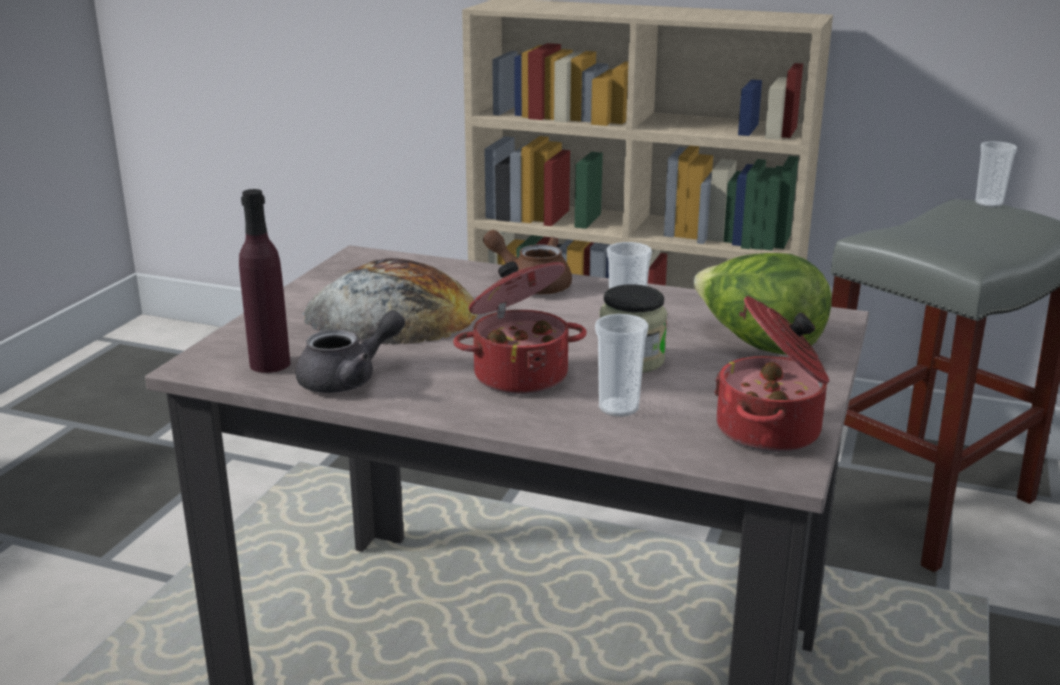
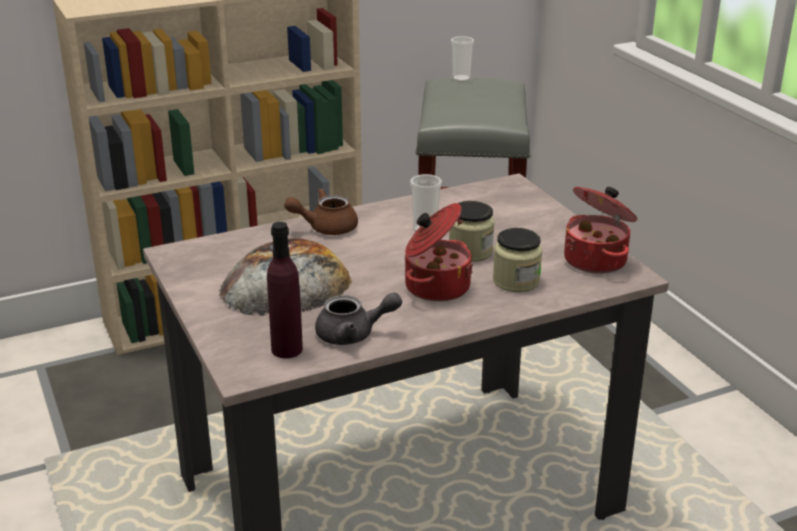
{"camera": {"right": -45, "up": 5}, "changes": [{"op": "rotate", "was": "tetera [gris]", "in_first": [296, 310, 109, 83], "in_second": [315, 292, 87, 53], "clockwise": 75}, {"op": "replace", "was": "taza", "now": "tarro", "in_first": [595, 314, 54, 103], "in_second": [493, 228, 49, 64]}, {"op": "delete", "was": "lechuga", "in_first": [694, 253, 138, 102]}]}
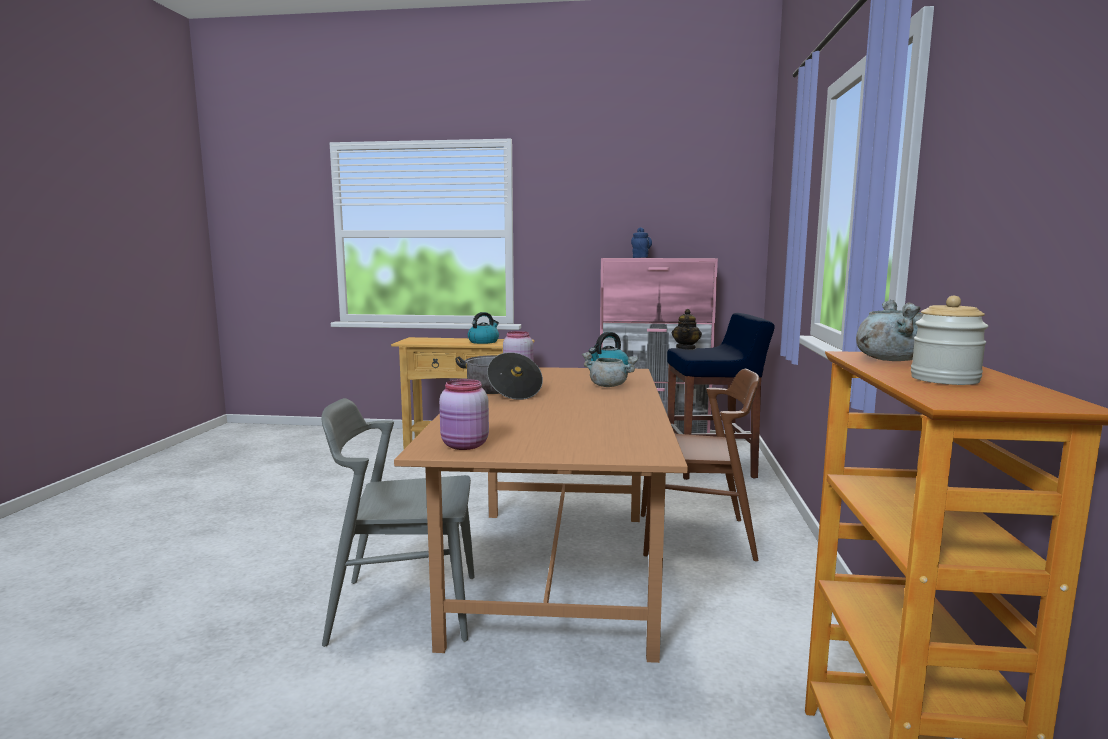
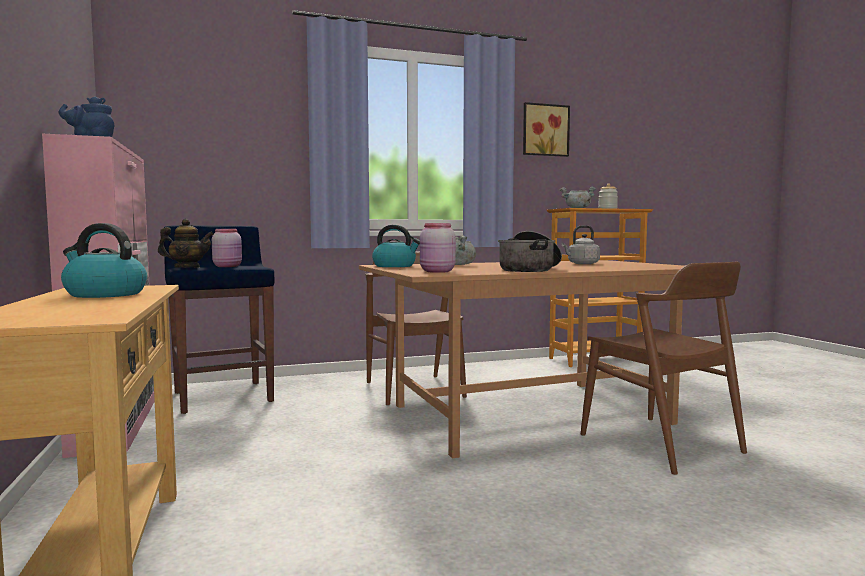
{"camera": {"right": -115, "up": -5}, "changes": [{"op": "move", "was": "tarro [rosa]", "in_first": [439, 379, 50, 71], "in_second": [212, 229, 30, 38]}, {"op": "insert", "now": "cuadro", "in_second": [523, 102, 47, 55]}, {"op": "insert", "now": "hervidor [gris]", "in_second": [561, 225, 39, 39]}, {"op": "recolor", "was": "silla [gris]", "now": "silla [marrón]", "in_first": [322, 398, 153, 249], "in_second": [581, 262, 166, 213]}]}
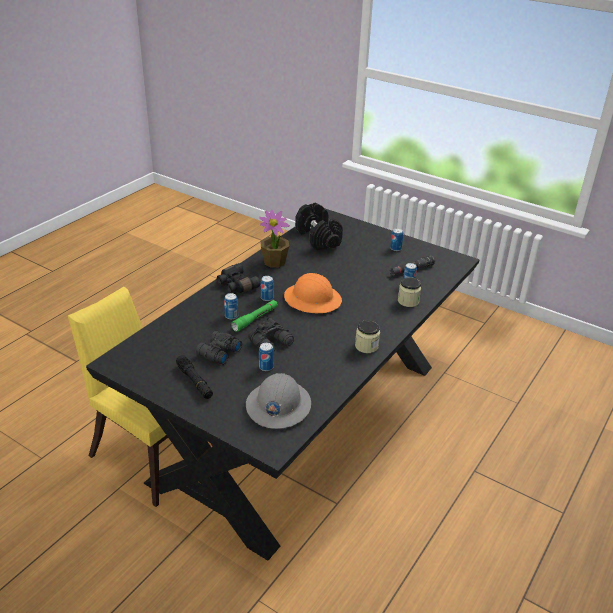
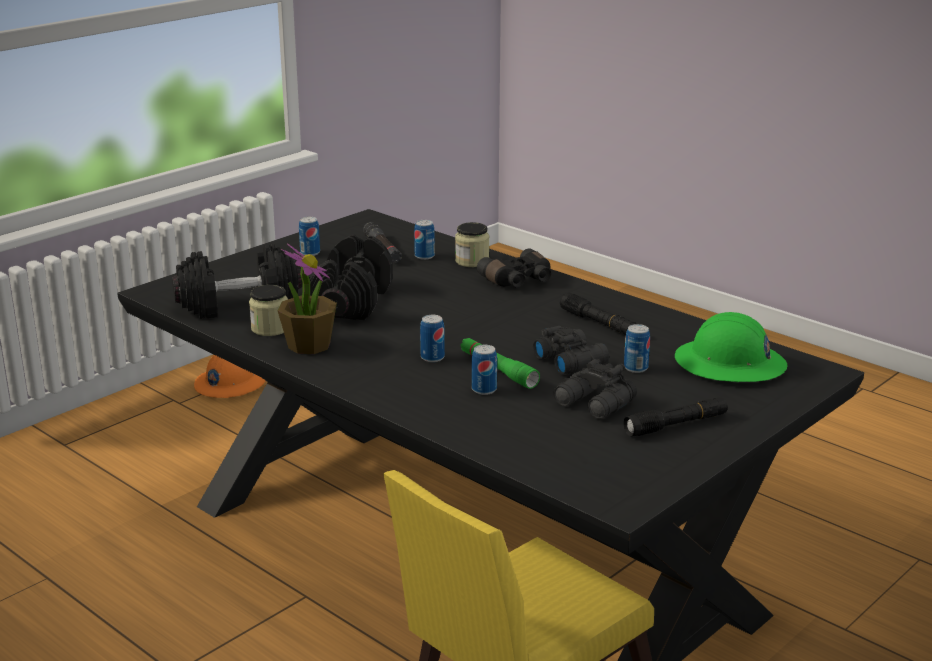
{"camera": {"right": -80, "up": -10}, "changes": [{"op": "move", "was": "casco [naranja]", "in_first": [284, 273, 58, 41], "in_second": [194, 355, 72, 43]}, {"op": "move", "was": "tarro", "in_first": [355, 320, 25, 33], "in_second": [249, 285, 39, 51]}, {"op": "insert", "now": "mancuerna [negro]", "in_second": [310, 235, 83, 86]}, {"op": "move", "was": "prismáticos [negro]", "in_first": [217, 263, 43, 30], "in_second": [477, 248, 74, 40]}, {"op": "insert", "now": "linterna [negro]", "in_second": [560, 293, 76, 42]}, {"op": "recolor", "was": "casco [gris]", "now": "casco [verde]", "in_first": [246, 373, 65, 56], "in_second": [675, 312, 112, 70]}]}
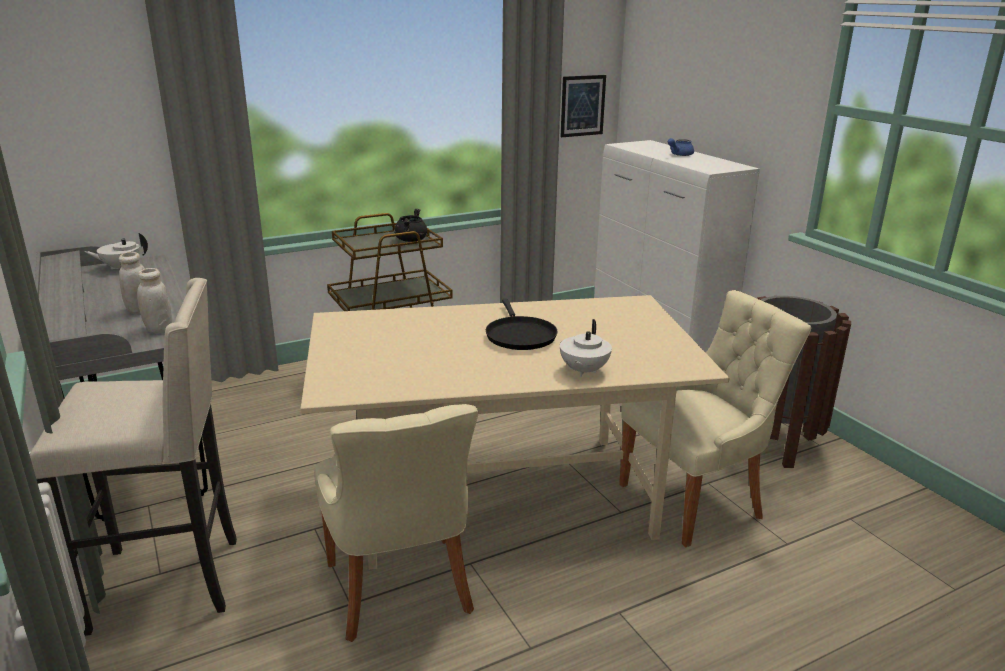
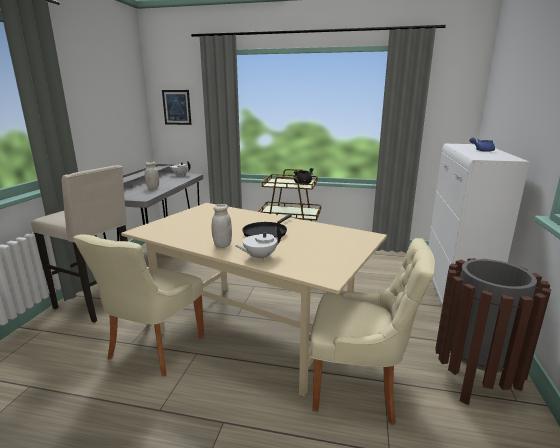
{"camera": {"right": 40, "up": -5}, "changes": [{"op": "move", "was": "cuadro", "in_first": [561, 75, 45, 62], "in_second": [162, 90, 30, 35]}, {"op": "move", "was": "tarro [blanco]", "in_first": [137, 268, 35, 65], "in_second": [212, 204, 20, 44]}]}
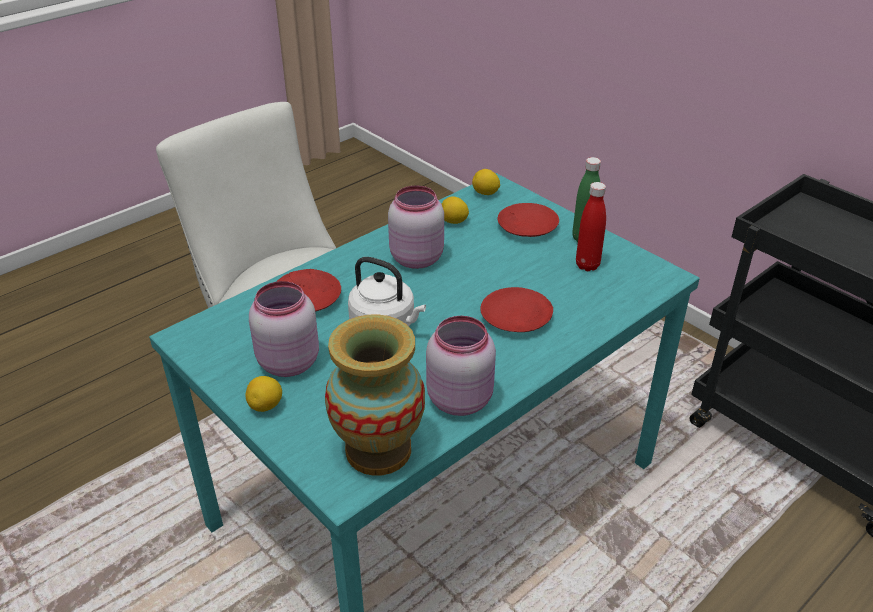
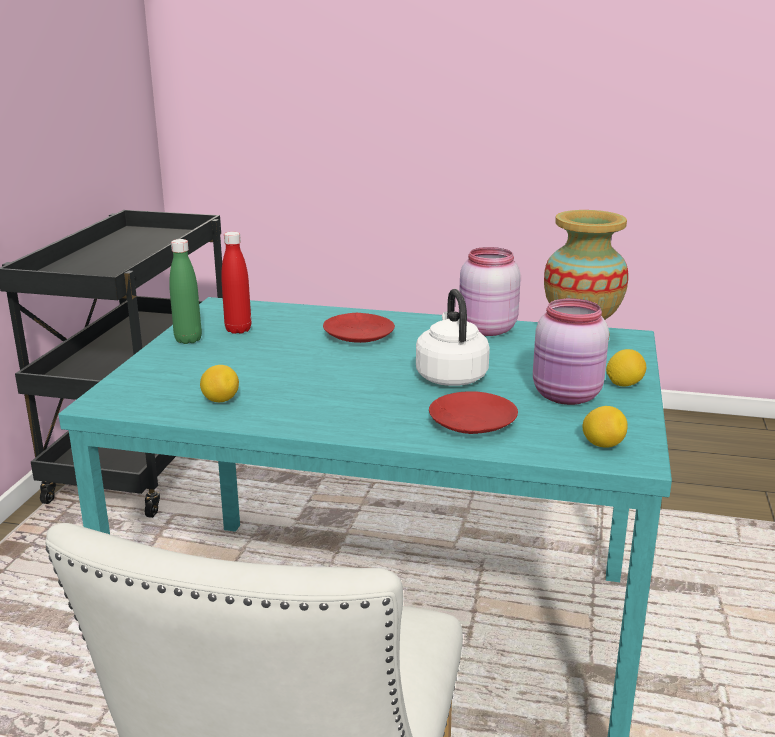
{"camera": {"right": -125, "up": -15}, "changes": [{"op": "move", "was": "limón", "in_first": [472, 169, 28, 26], "in_second": [583, 406, 45, 42]}, {"op": "delete", "was": "tarro [rosa]", "in_first": [388, 185, 56, 84]}, {"op": "delete", "was": "plato [rojo]", "in_first": [498, 203, 61, 34]}]}
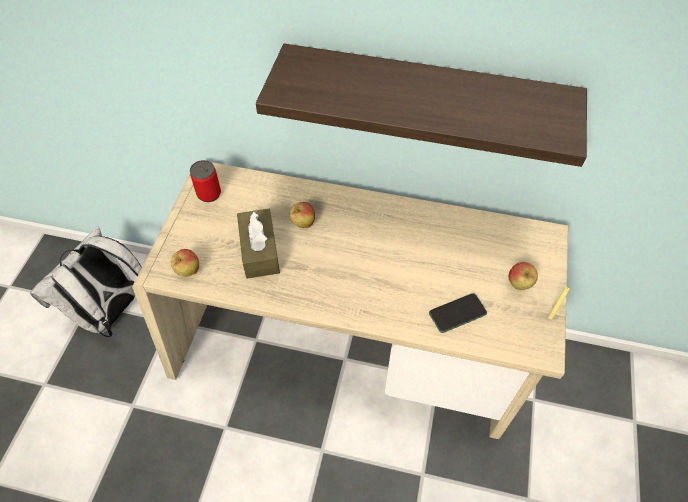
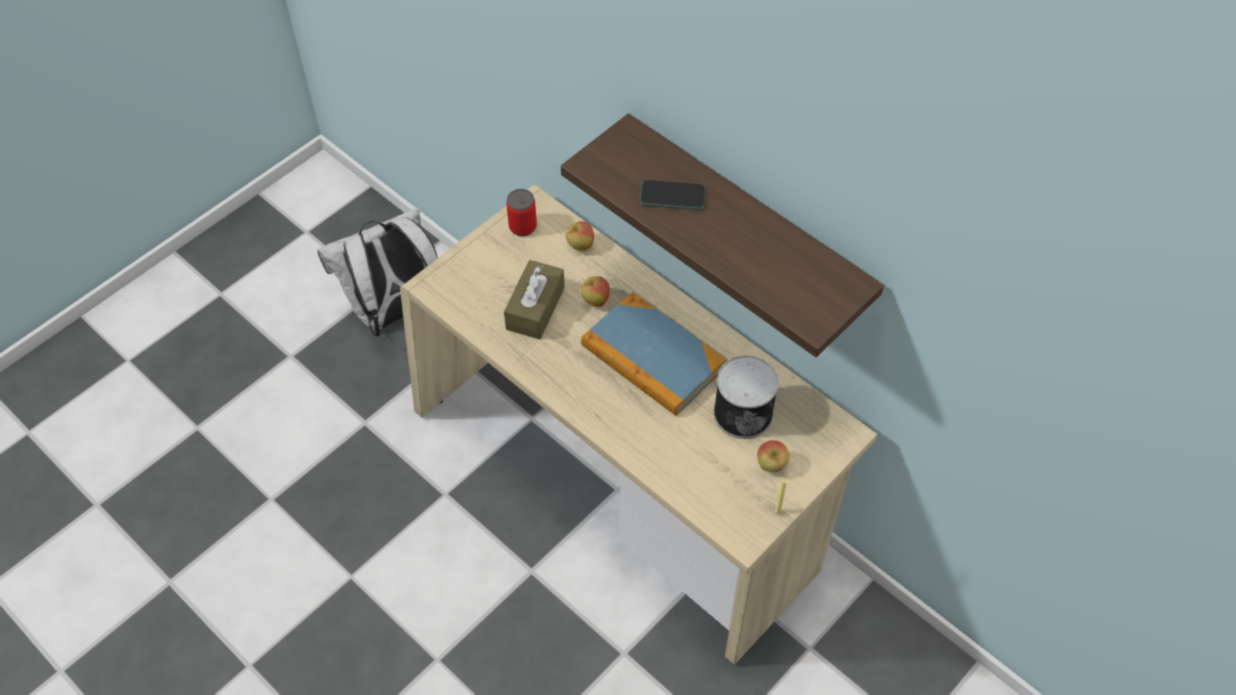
{"camera": {"right": 30, "up": 0}, "changes": [{"op": "move", "was": "manzana", "in_first": [171, 249, 28, 27], "in_second": [566, 221, 28, 30]}, {"op": "insert", "now": "libro", "in_second": [581, 292, 145, 124]}, {"op": "move", "was": "móvil", "in_first": [429, 293, 58, 40], "in_second": [640, 180, 66, 30]}, {"op": "insert", "now": "lata", "in_second": [713, 355, 66, 84]}]}
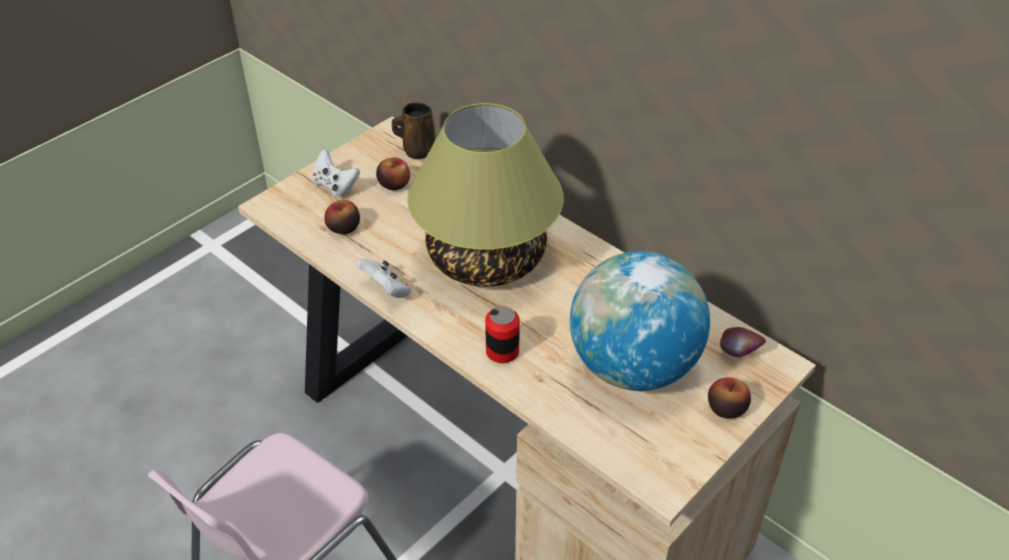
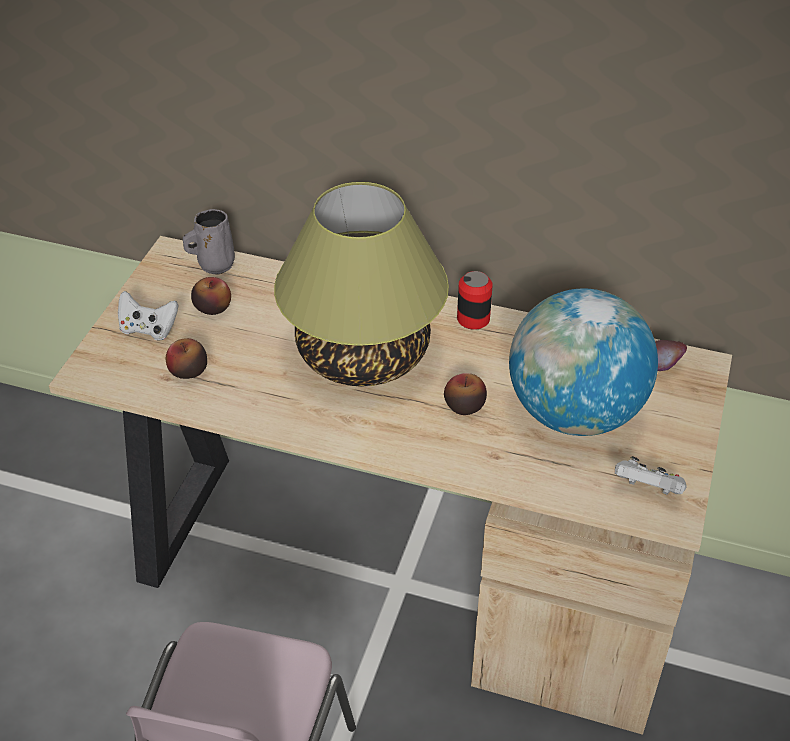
{"camera": {"right": -25, "up": 0}, "changes": [{"op": "recolor", "was": "taza grande [marrón]", "now": "taza grande [gris]", "in_first": [392, 103, 43, 56], "in_second": [183, 209, 52, 65]}, {"op": "move", "was": "manzana", "in_first": [708, 377, 43, 42], "in_second": [444, 373, 43, 42]}, {"op": "move", "was": "lata", "in_first": [485, 306, 35, 57], "in_second": [457, 271, 36, 59]}, {"op": "move", "was": "mando de consola [blanco]", "in_first": [356, 259, 55, 39], "in_second": [615, 456, 71, 39]}]}
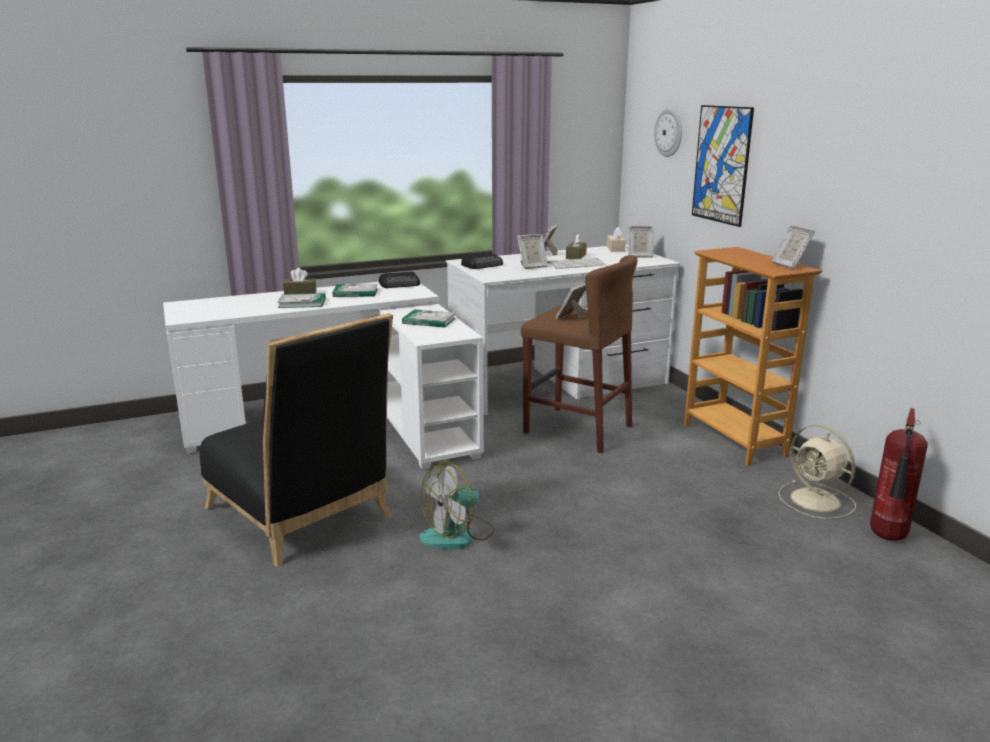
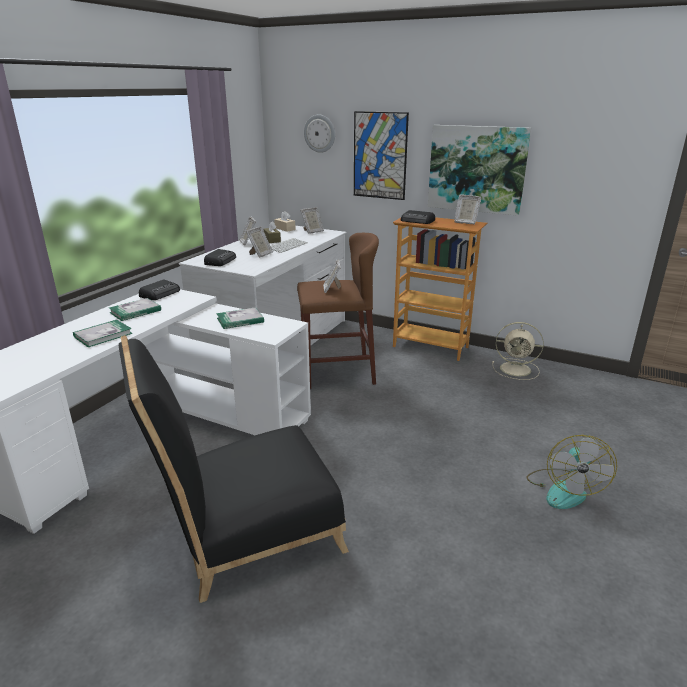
{"camera": {"right": -40, "up": 5}, "changes": [{"op": "rotate", "was": "silla [negro]", "in_first": [200, 313, 193, 254], "in_second": [119, 335, 230, 268], "clockwise": 150}, {"op": "insert", "now": "radio", "in_second": [401, 210, 34, 14]}, {"op": "insert", "now": "cuadro", "in_second": [428, 125, 103, 91]}, {"op": "move", "was": "ventilador", "in_first": [419, 461, 76, 88], "in_second": [527, 435, 90, 74]}, {"op": "delete", "was": "caja de pañuelos [marrón]", "in_first": [283, 268, 33, 26]}, {"op": "delete", "was": "extintor", "in_first": [870, 408, 58, 133]}]}
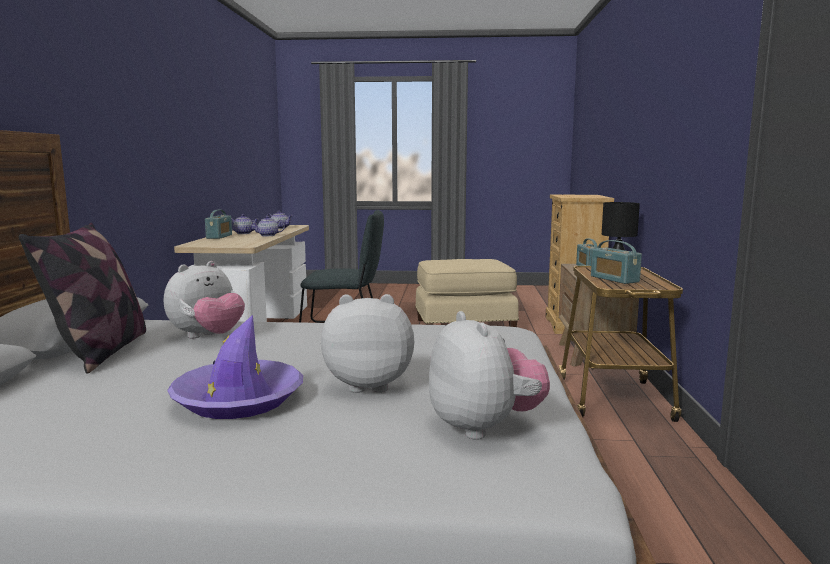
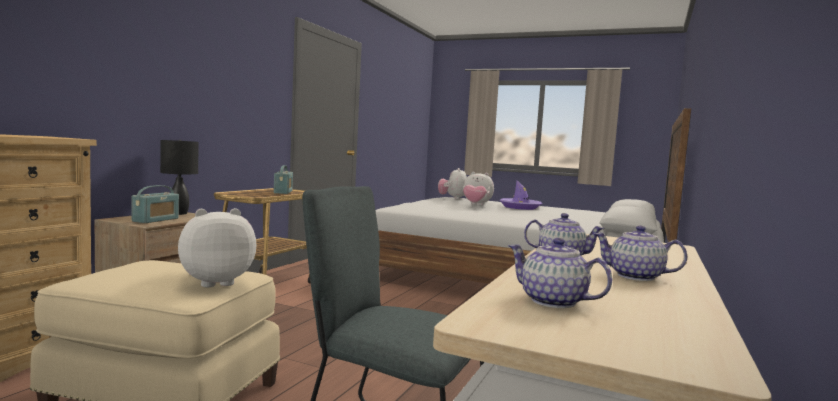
{"camera": {"right": -160, "up": -5}, "changes": [{"op": "move", "was": "peluche", "in_first": [164, 261, 81, 77], "in_second": [178, 208, 78, 79]}, {"op": "delete", "was": "cojín", "in_first": [19, 223, 127, 150]}, {"op": "delete", "was": "radio", "in_first": [205, 210, 27, 29]}]}
